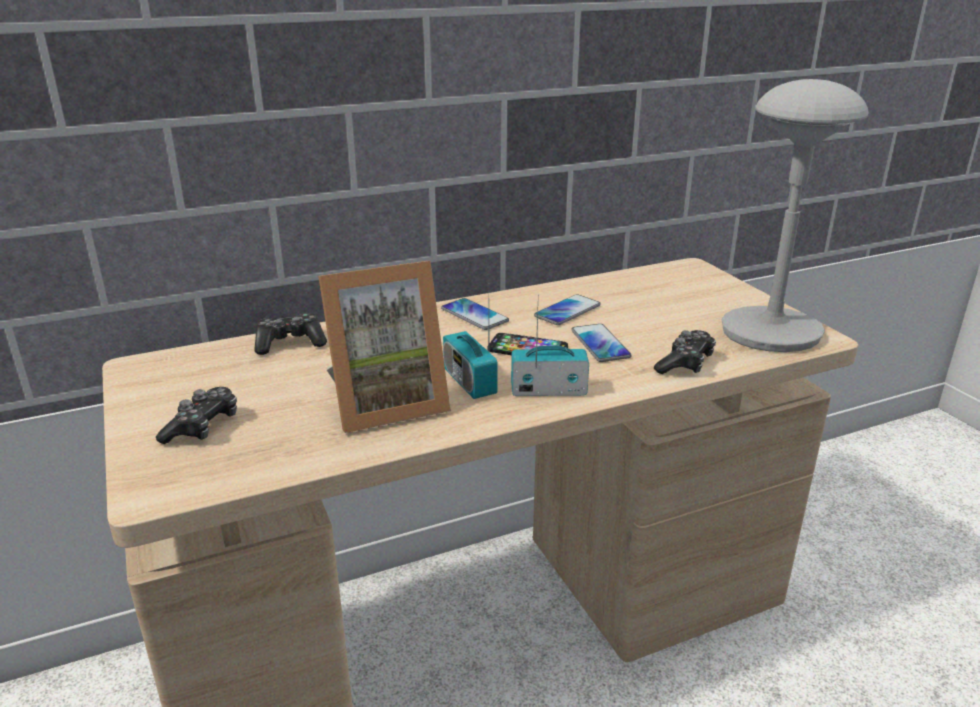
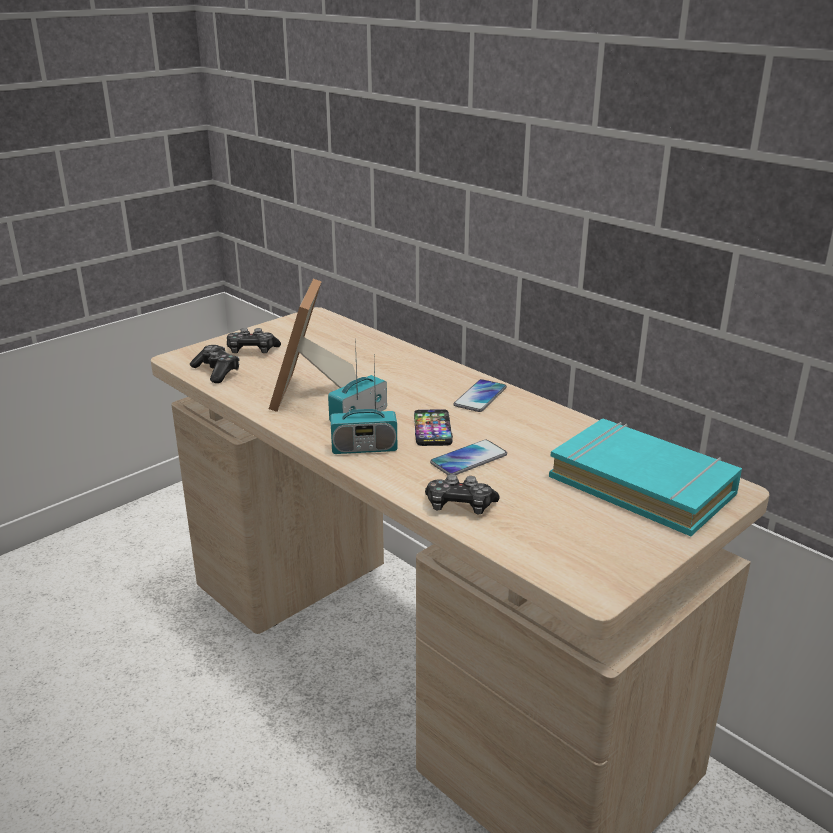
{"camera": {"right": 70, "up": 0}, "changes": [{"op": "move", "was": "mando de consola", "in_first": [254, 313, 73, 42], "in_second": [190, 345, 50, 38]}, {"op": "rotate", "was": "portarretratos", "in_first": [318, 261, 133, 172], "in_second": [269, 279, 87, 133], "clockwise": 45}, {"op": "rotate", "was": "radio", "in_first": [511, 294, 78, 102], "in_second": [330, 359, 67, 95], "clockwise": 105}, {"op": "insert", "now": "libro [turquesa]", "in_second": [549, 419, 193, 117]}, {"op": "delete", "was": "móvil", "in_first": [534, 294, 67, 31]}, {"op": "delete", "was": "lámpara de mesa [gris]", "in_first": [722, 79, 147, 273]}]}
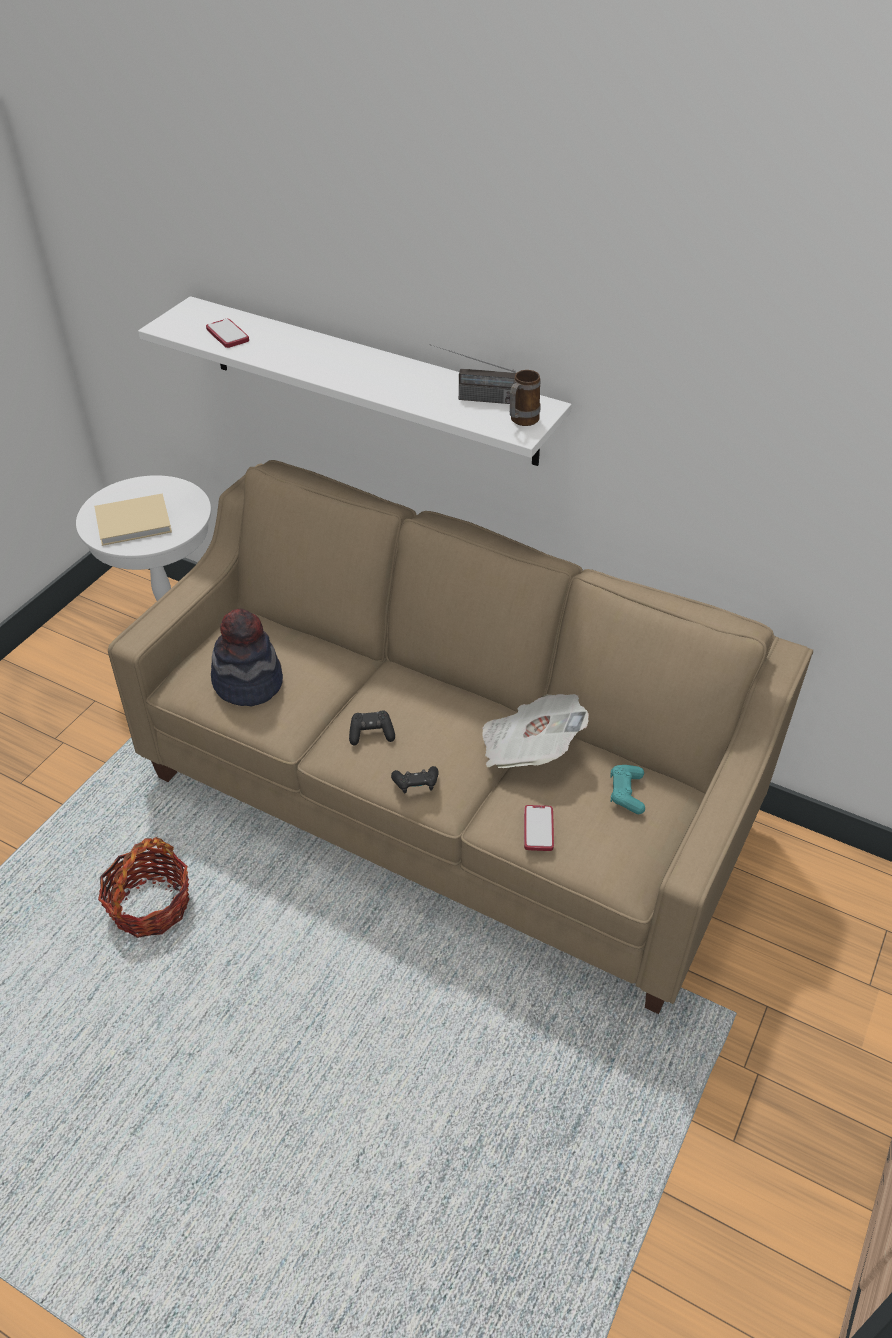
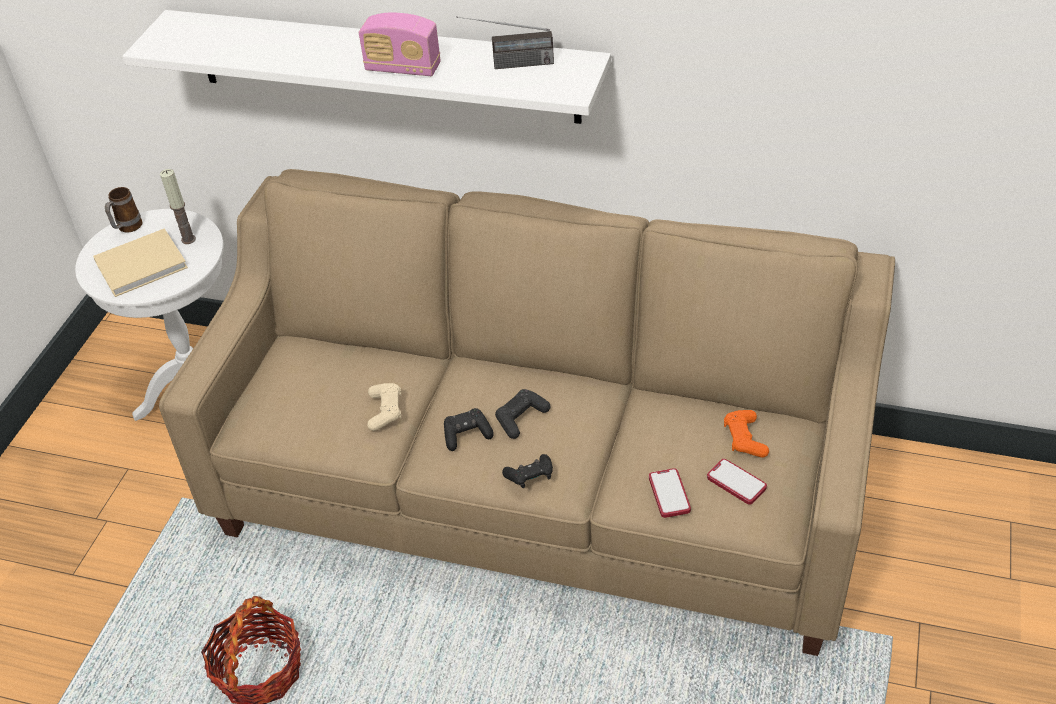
{"camera": {"right": -10, "up": 0}, "changes": [{"op": "move", "was": "taza grande", "in_first": [510, 370, 31, 56], "in_second": [105, 187, 38, 46]}, {"op": "insert", "now": "vela", "in_second": [160, 169, 36, 75]}, {"op": "insert", "now": "radio", "in_second": [359, 13, 82, 63]}, {"op": "insert", "now": "mando de consola [beis]", "in_second": [367, 383, 35, 48]}, {"op": "insert", "now": "mando de consola [negro]", "in_second": [495, 389, 55, 50]}, {"op": "move", "was": "móvil", "in_first": [206, 319, 43, 29], "in_second": [707, 459, 60, 46]}, {"op": "recolor", "was": "mando de consola [turquesa]", "now": "mando de consola [naranja]", "in_first": [610, 765, 35, 49], "in_second": [724, 410, 45, 48]}, {"op": "delete", "was": "sombrero", "in_first": [211, 609, 72, 97]}, {"op": "delete", "was": "periódico", "in_first": [482, 694, 107, 74]}]}
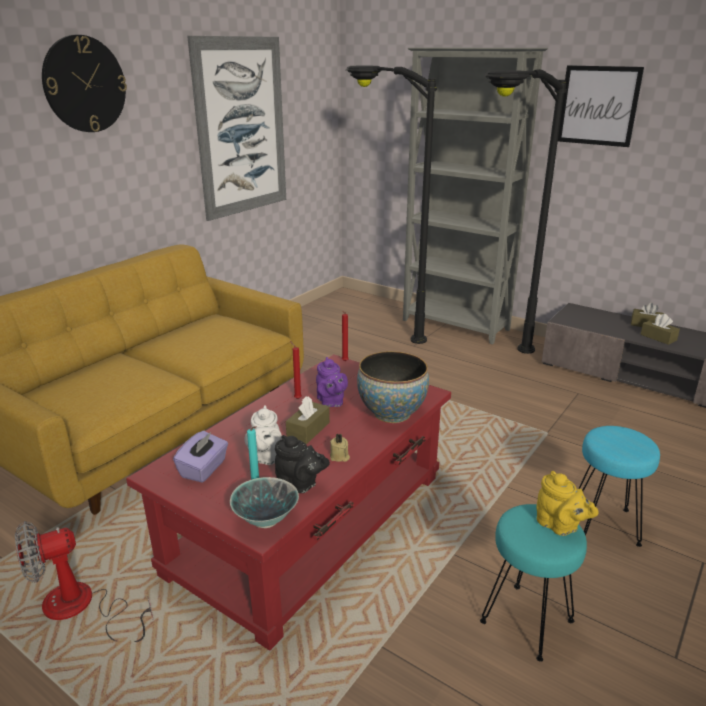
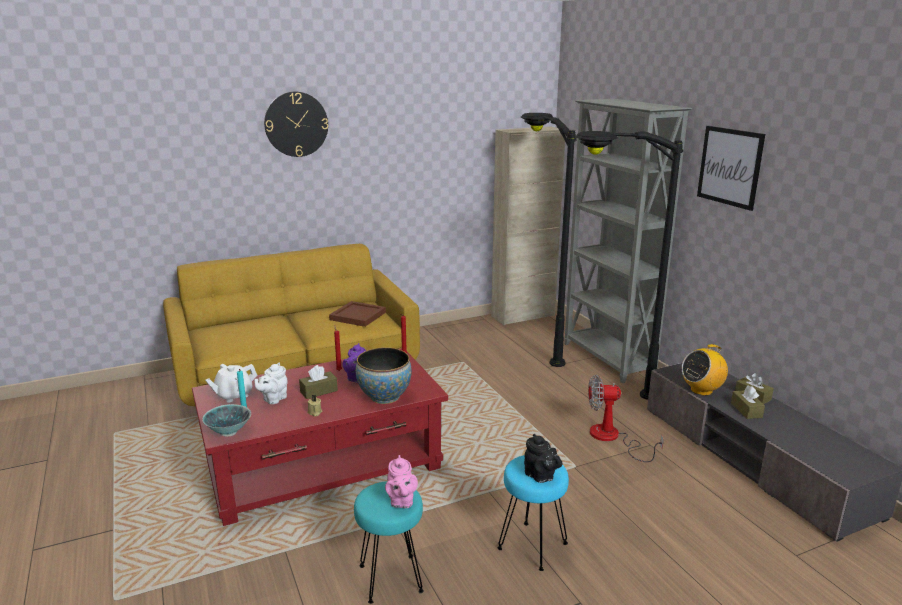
{"camera": {"right": 30, "up": -5}, "changes": [{"op": "replace", "was": "caja de pañuelos [morado]", "now": "tetera [blanco]", "in_first": [173, 431, 55, 51], "in_second": [205, 364, 52, 38]}, {"op": "insert", "now": "bandeja [marrón]", "in_second": [329, 301, 57, 26]}, {"op": "recolor", "was": "tetera [amarillo]", "now": "tetera [rosa]", "in_first": [536, 471, 63, 65], "in_second": [385, 455, 33, 53]}, {"op": "insert", "now": "armario [beis]", "in_second": [491, 126, 75, 199]}, {"op": "move", "was": "tetera [negro]", "in_first": [275, 435, 55, 58], "in_second": [524, 434, 38, 49]}, {"op": "move", "was": "ventilador", "in_first": [15, 521, 139, 121], "in_second": [588, 375, 76, 87]}, {"op": "insert", "now": "radio", "in_second": [682, 344, 46, 52]}, {"op": "delete", "was": "cuadro", "in_first": [187, 36, 99, 185]}]}
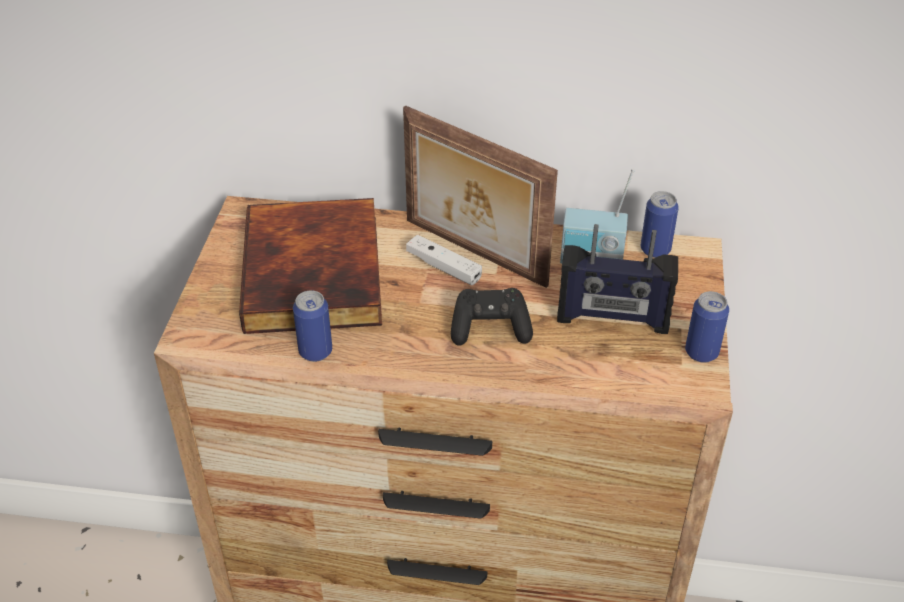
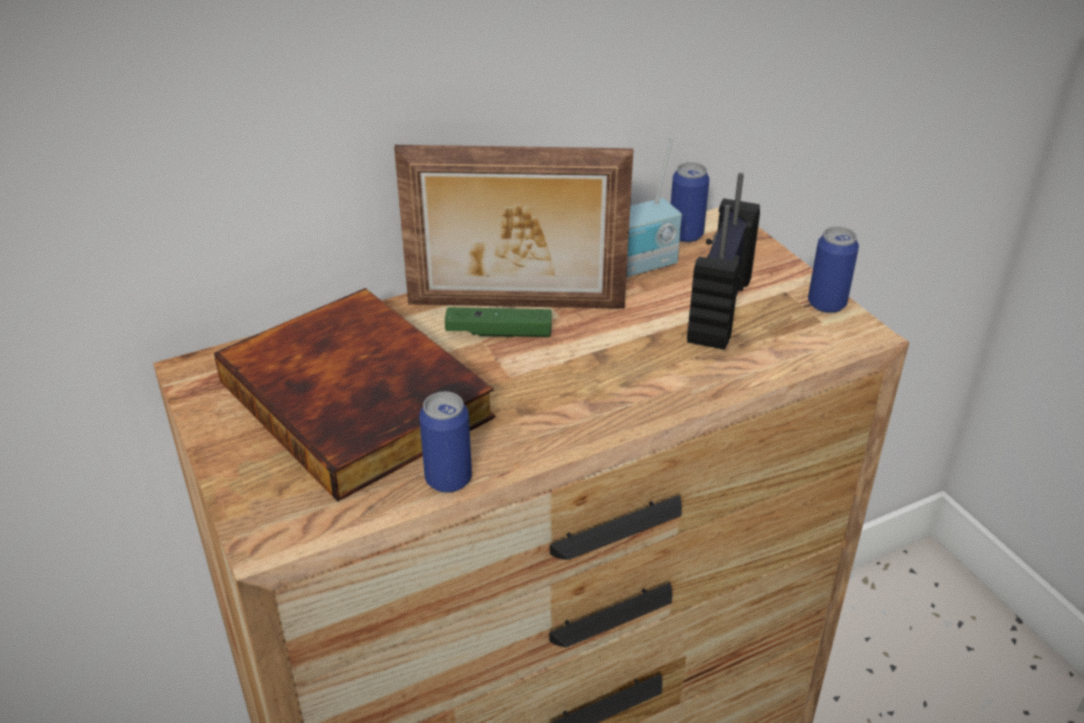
{"camera": {"right": -35, "up": -5}, "changes": [{"op": "recolor", "was": "mando de consola [blanco]", "now": "mando de consola [verde]", "in_first": [406, 234, 76, 51], "in_second": [445, 307, 107, 30]}, {"op": "rotate", "was": "radio", "in_first": [557, 224, 121, 110], "in_second": [687, 173, 73, 177], "clockwise": 135}, {"op": "delete", "was": "mando de consola [negro]", "in_first": [451, 288, 82, 58]}]}
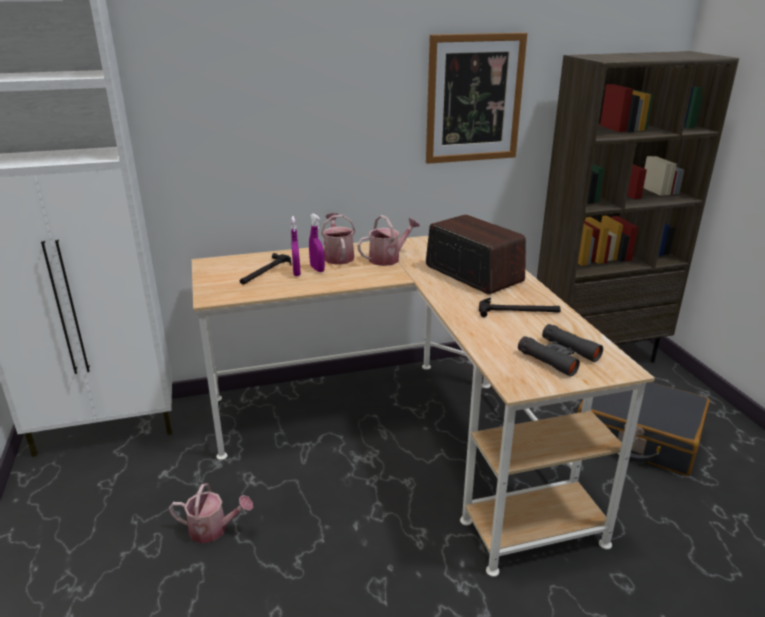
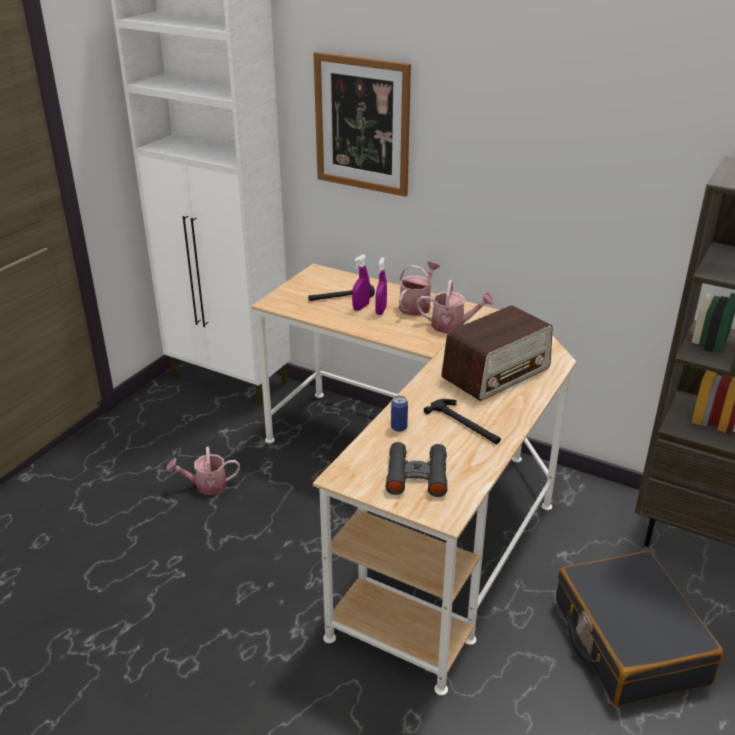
{"camera": {"right": 45, "up": 5}, "changes": [{"op": "rotate", "was": "regadera", "in_first": [169, 483, 84, 61], "in_second": [166, 447, 74, 48], "clockwise": 120}, {"op": "move", "was": "cuadro", "in_first": [426, 33, 101, 131], "in_second": [313, 52, 98, 145]}, {"op": "insert", "now": "lata", "in_second": [391, 395, 17, 37]}, {"op": "rotate", "was": "radio", "in_first": [426, 214, 100, 80], "in_second": [441, 305, 112, 96], "clockwise": 45}]}
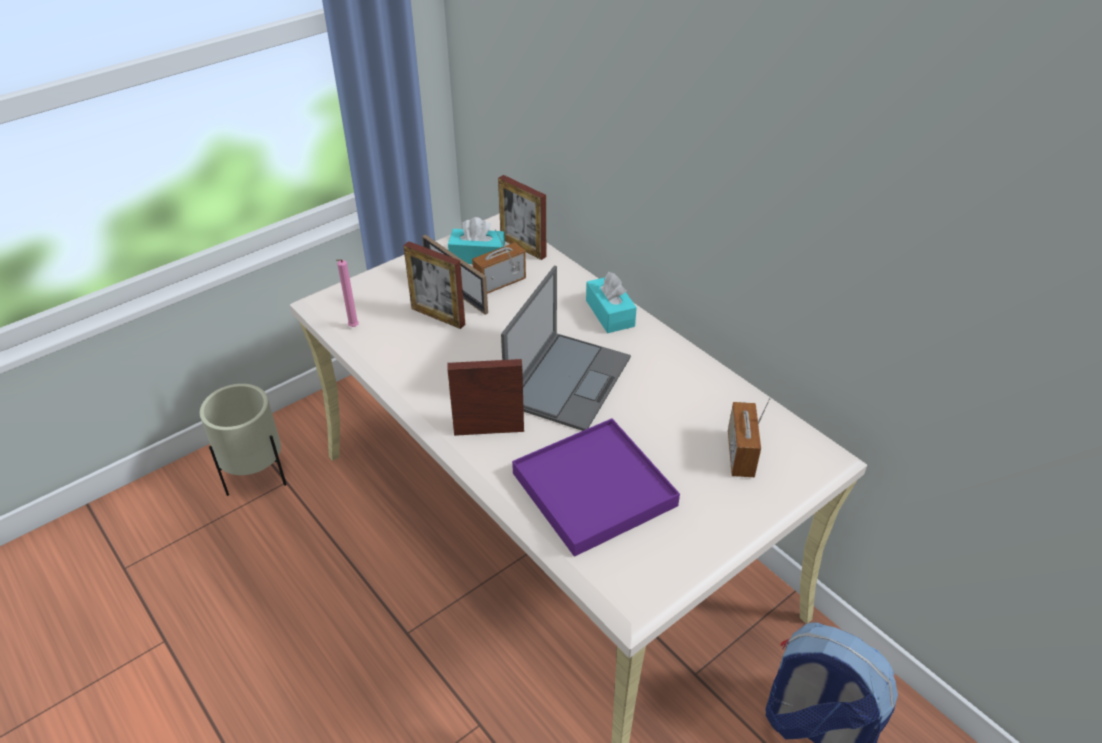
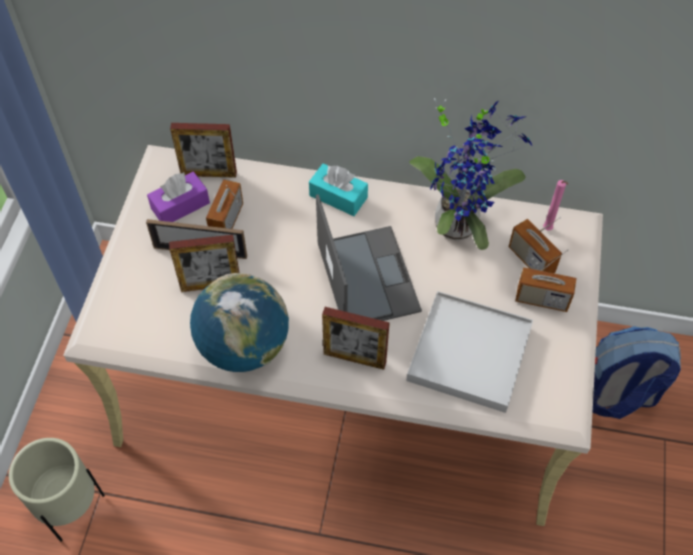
{"camera": {"right": -40, "up": 15}, "changes": [{"op": "recolor", "was": "caja de pañuelos [turquesa]", "now": "caja de pañuelos [morado]", "in_first": [448, 217, 57, 47], "in_second": [147, 172, 63, 50]}, {"op": "insert", "now": "globo terráqueo", "in_second": [190, 273, 99, 99]}, {"op": "rotate", "was": "portarretratos", "in_first": [447, 359, 77, 77], "in_second": [322, 307, 68, 63], "clockwise": -120}, {"op": "recolor", "was": "bandeja [morado]", "now": "bandeja [blanco]", "in_first": [512, 418, 168, 139], "in_second": [406, 291, 127, 122]}, {"op": "insert", "now": "planta en maceta", "in_second": [409, 98, 123, 152]}, {"op": "insert", "now": "radio", "in_second": [515, 249, 61, 63]}, {"op": "move", "was": "vela [rosa]", "in_first": [336, 259, 23, 68], "in_second": [543, 180, 25, 50]}]}
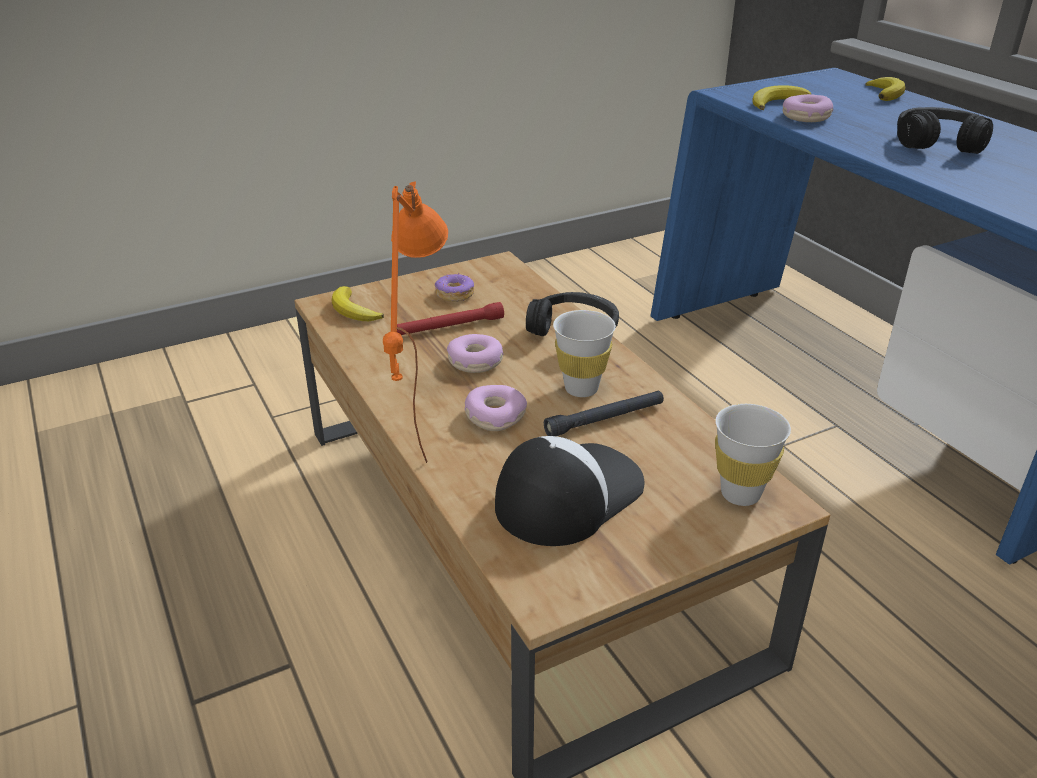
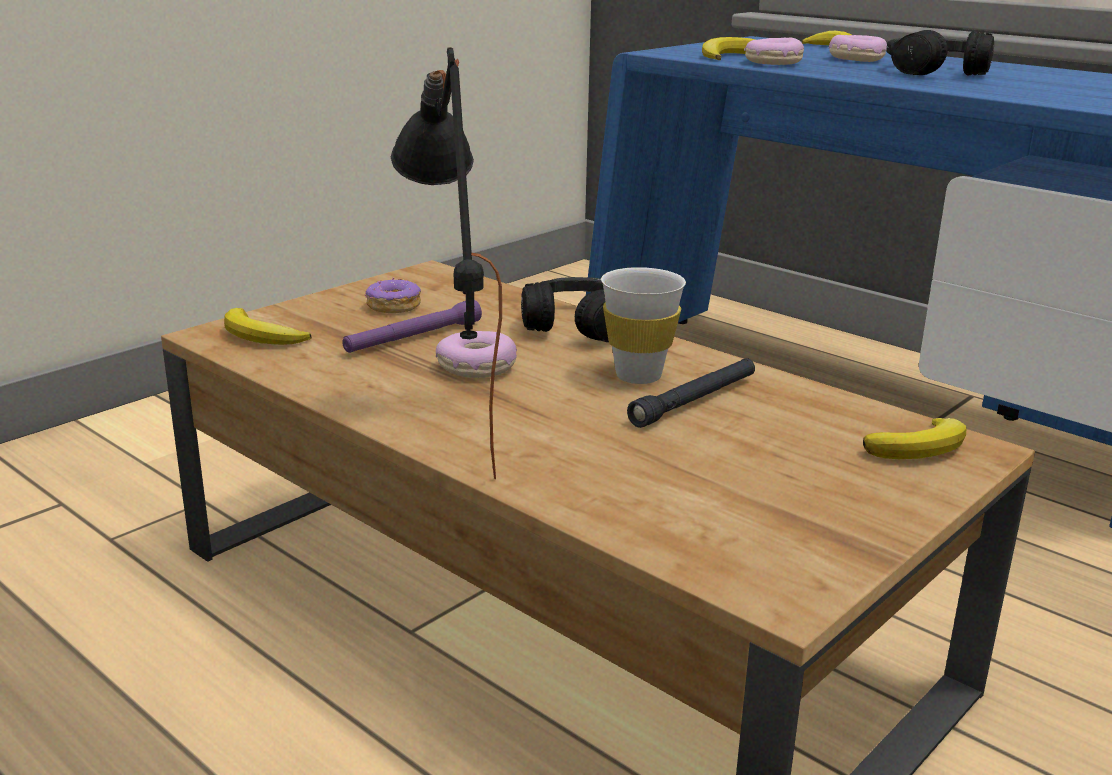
{"camera": {"right": -20, "up": -10}, "changes": [{"op": "recolor", "was": "linterna [rojo]", "now": "linterna [morado]", "in_first": [397, 302, 107, 33], "in_second": [342, 300, 140, 53]}, {"op": "recolor", "was": "lámpara de mesa [naranja]", "now": "lámpara de mesa [negro]", "in_first": [383, 181, 65, 282], "in_second": [391, 47, 111, 432]}, {"op": "move", "was": "rosquilla", "in_first": [464, 385, 63, 46], "in_second": [829, 35, 58, 27]}, {"op": "replace", "was": "taza [blanco]", "now": "plátano", "in_first": [715, 404, 76, 102], "in_second": [863, 418, 103, 41]}, {"op": "delete", "was": "gorra", "in_first": [495, 436, 149, 110]}]}
